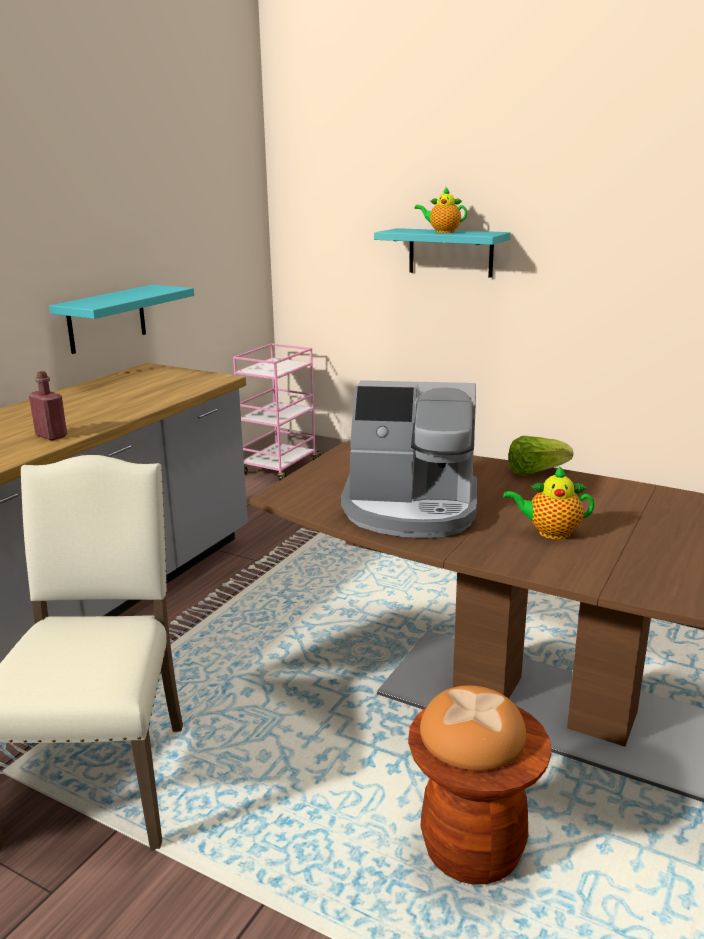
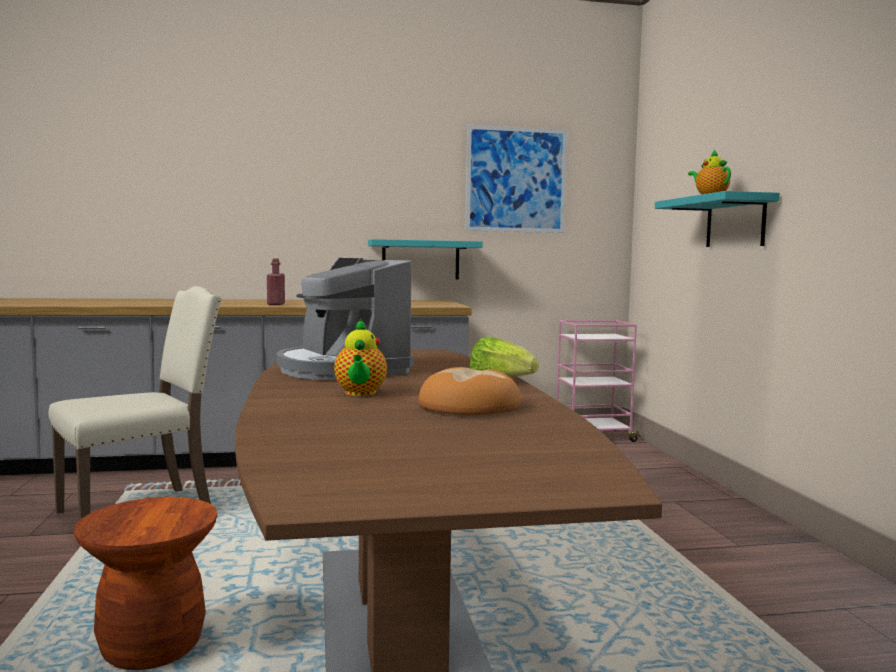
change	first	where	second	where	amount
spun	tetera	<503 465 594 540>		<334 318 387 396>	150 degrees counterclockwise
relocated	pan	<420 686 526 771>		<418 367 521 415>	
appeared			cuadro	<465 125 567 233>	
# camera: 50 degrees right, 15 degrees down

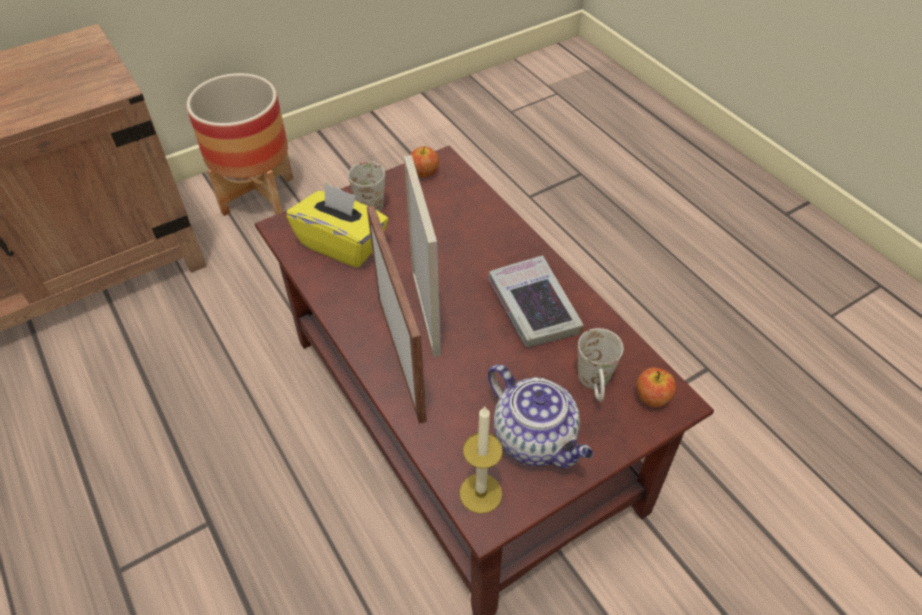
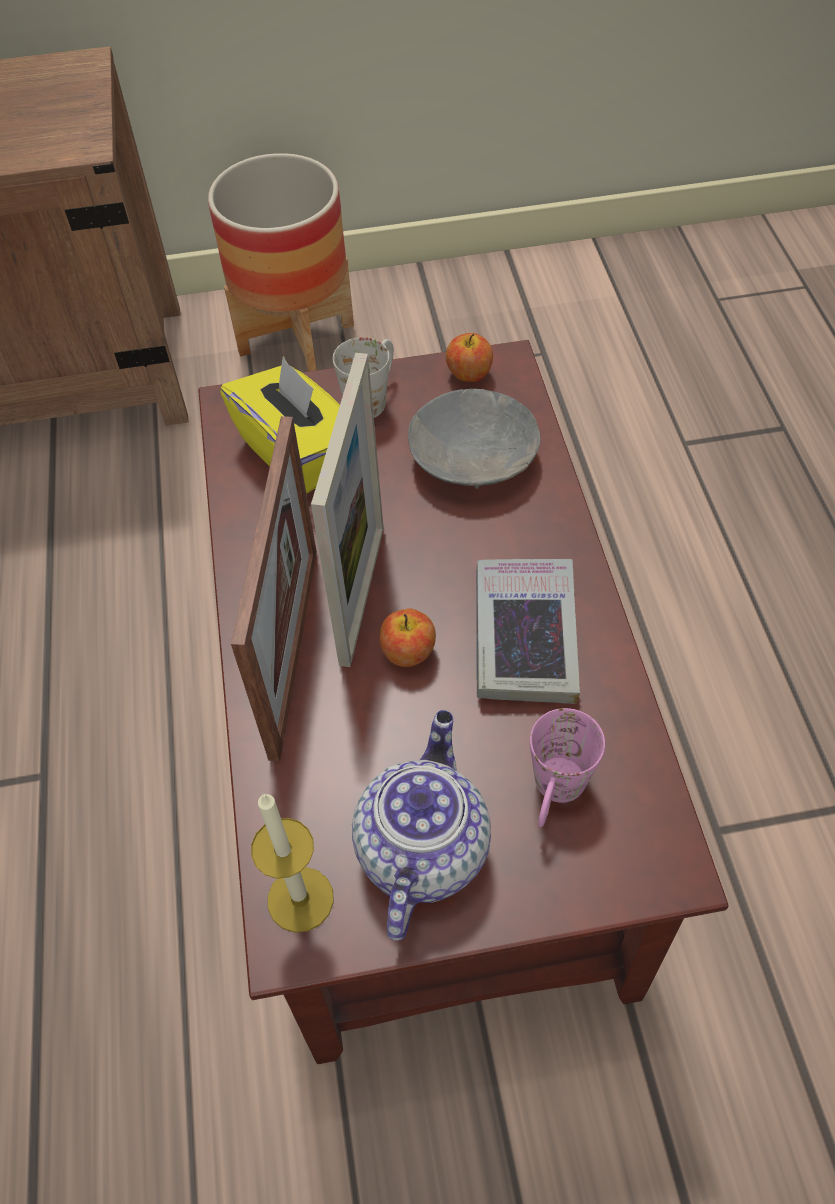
change	first	where	second	where	amount
colour	taza grande [blanco]	<578 328 624 402>	taza grande [rosa]	<530 708 605 827>	
spun	tetera	<488 364 593 468>		<352 710 491 941>	150 degrees counterclockwise
relocated	manzana	<637 368 676 407>		<380 608 436 667>	
appeared			cuenco [gris]	<408 389 541 489>	
# camera: 25 degrees right, 5 degrees up

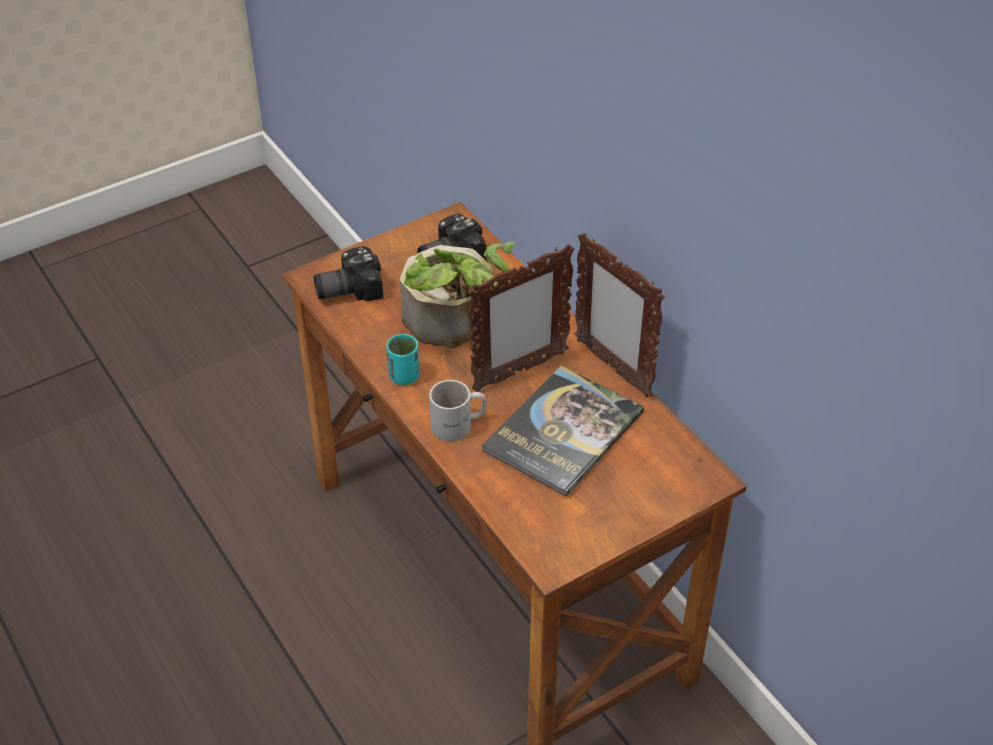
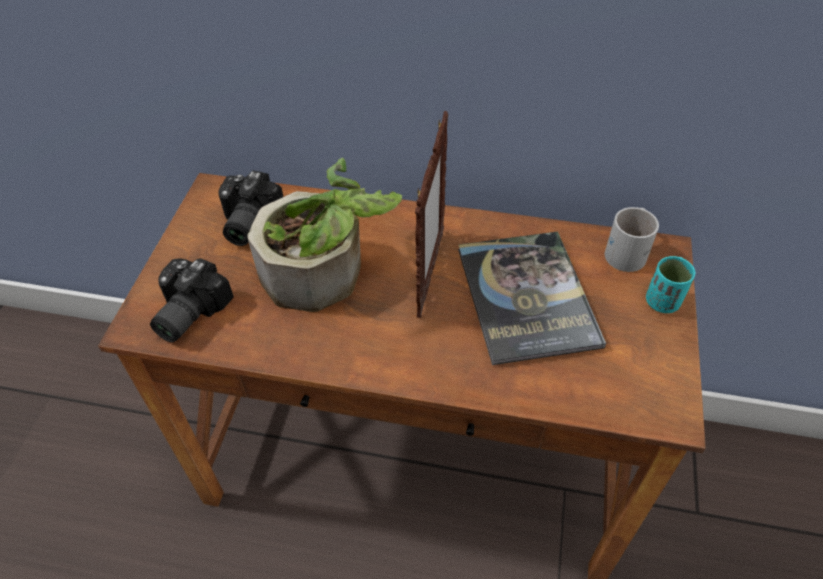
change	first	where	second	where	amount
missing	portarretratos	<575 233 665 397>			
relocated	taza [turquesa]	<386 334 420 385>		<646 256 695 313>	
relocated	taza grande [blanco]	<429 380 487 442>		<605 207 659 272>	
# camera: 45 degrees left, 5 degrees up

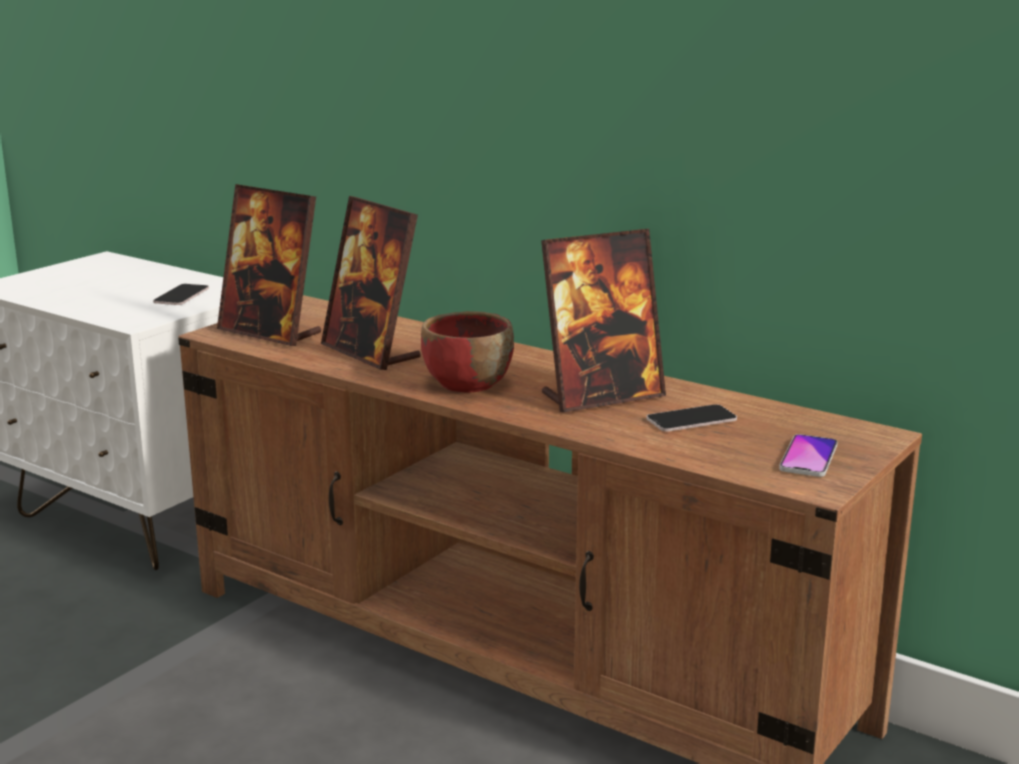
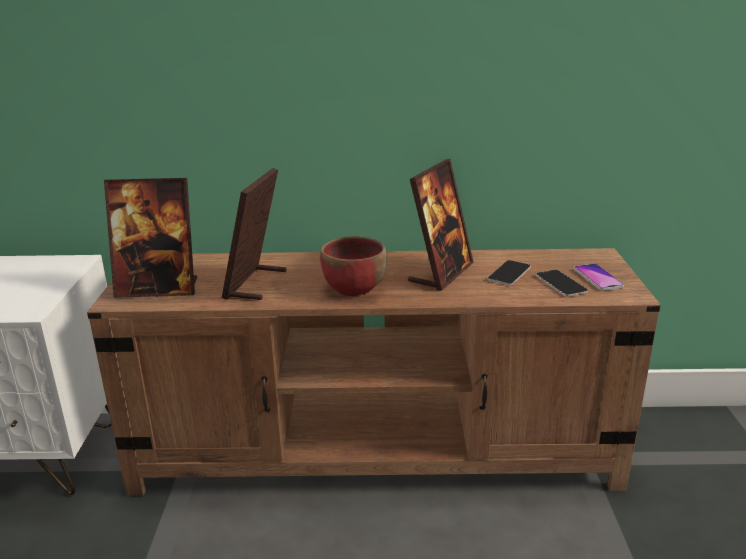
change	first	where	second	where	amount
spun	portarretratos	<321 196 421 370>		<222 168 286 300>	90 degrees clockwise
relocated	móvil	<153 284 209 305>		<536 269 588 297>	
# camera: 35 degrees left, 5 degrees up

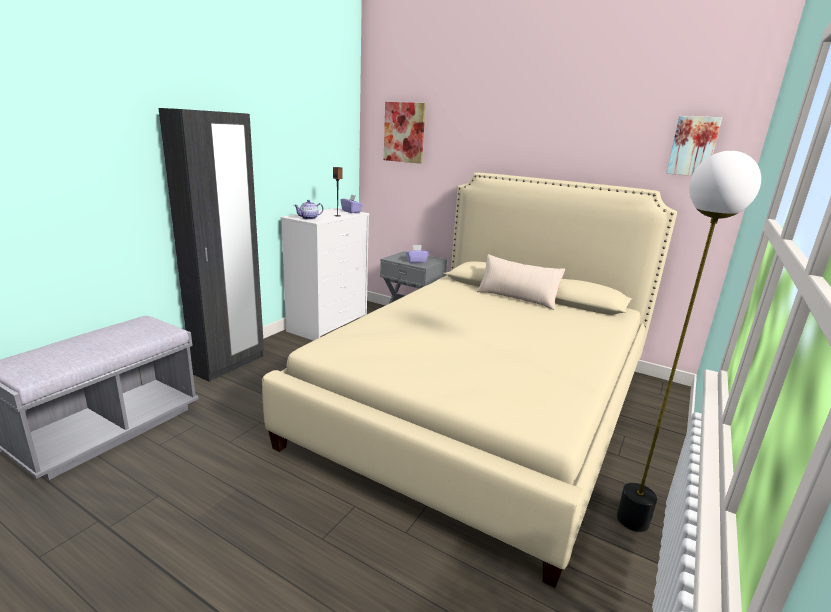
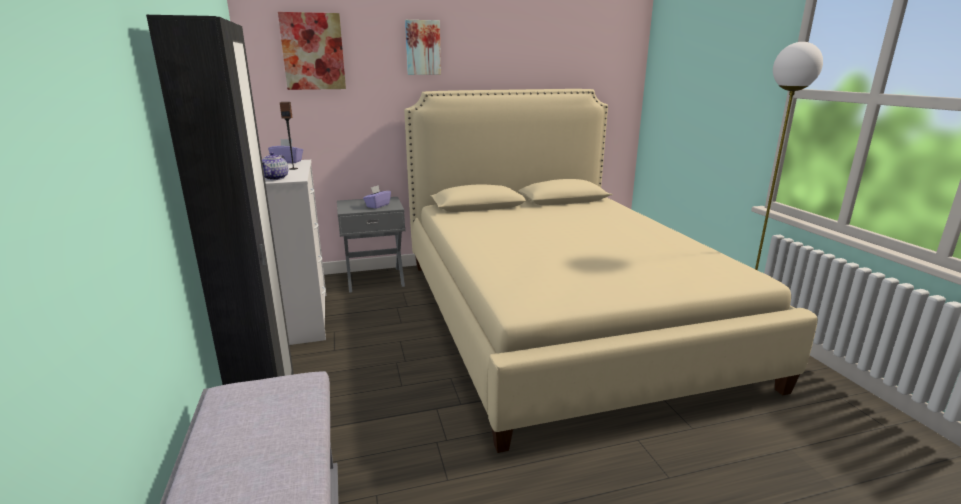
change	first	where	second	where	amount
relocated	cuadro	<666 116 722 176>		<405 20 441 75>	
missing	cojín [beis]	<477 254 565 310>			
# camera: 45 degrees left, 0 degrees up

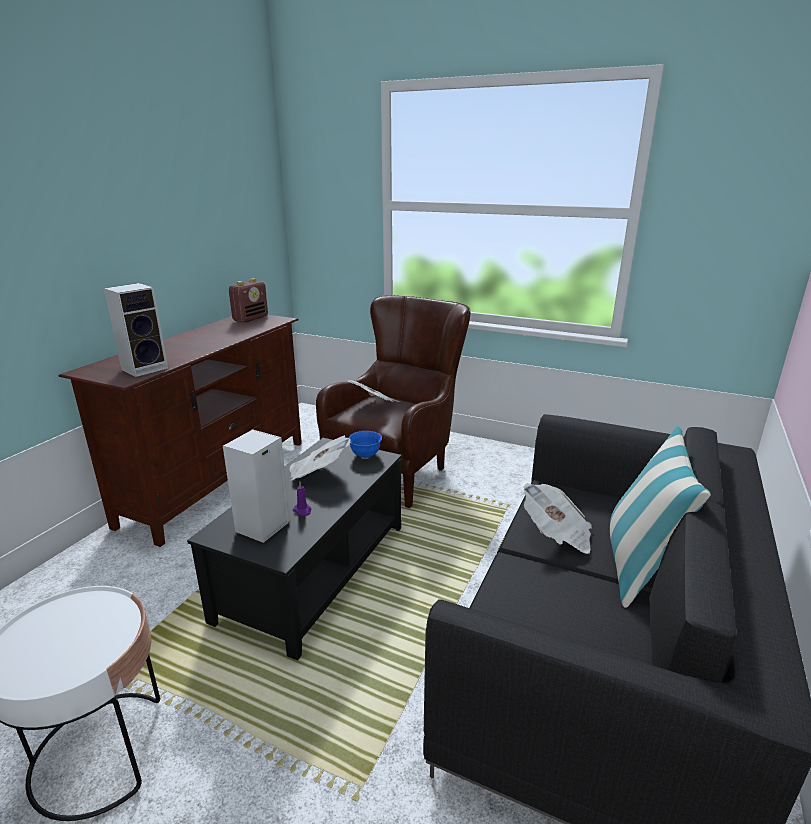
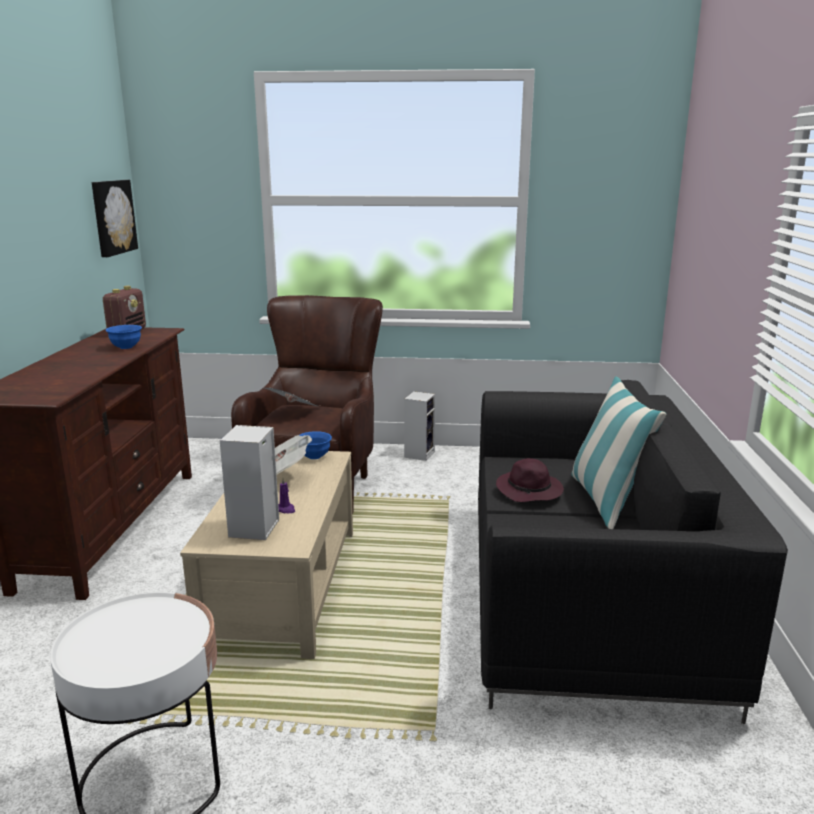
change	first	where	second	where	amount
relocated	altavoz	<104 283 168 377>		<404 391 436 461>	
colour	mesa de centro [negro]	<187 438 402 660>	mesa de centro [beis]	<180 451 353 659>	
exchanged	periódico	<523 483 592 554>	sombrero [morado]	<496 458 564 502>	
appeared			cuadro	<92 180 138 257>	
appeared			cuenco [azul]	<106 325 142 349>	
# camera: 20 degrees left, 5 degrees down

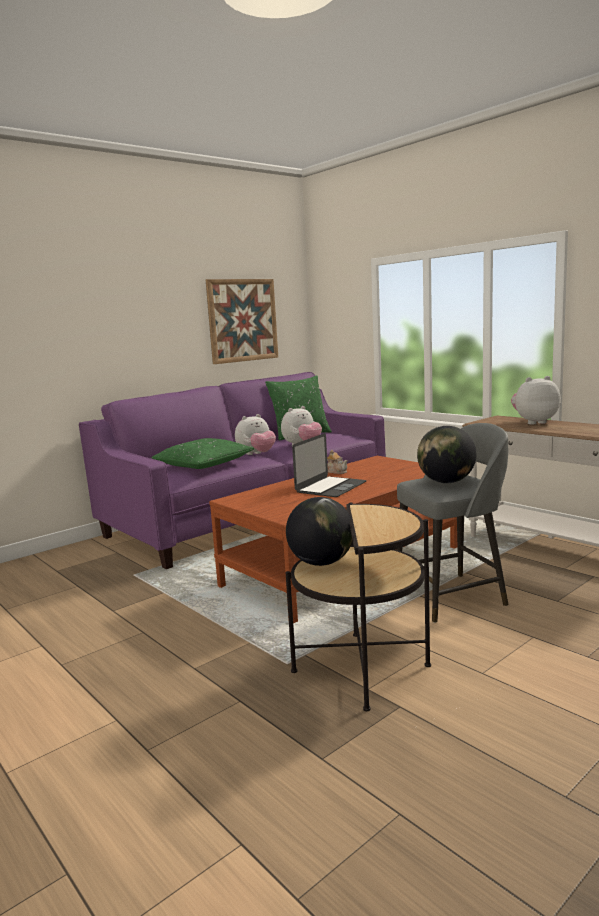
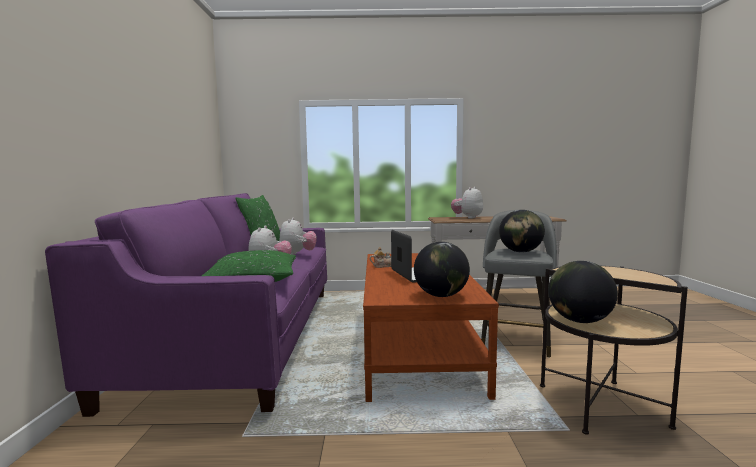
change	first	where	second	where	amount
missing	cuadro	<206 279 278 364>			
appeared			globo terráqueo	<414 242 470 297>	
# camera: 50 degrees left, 5 degrees down

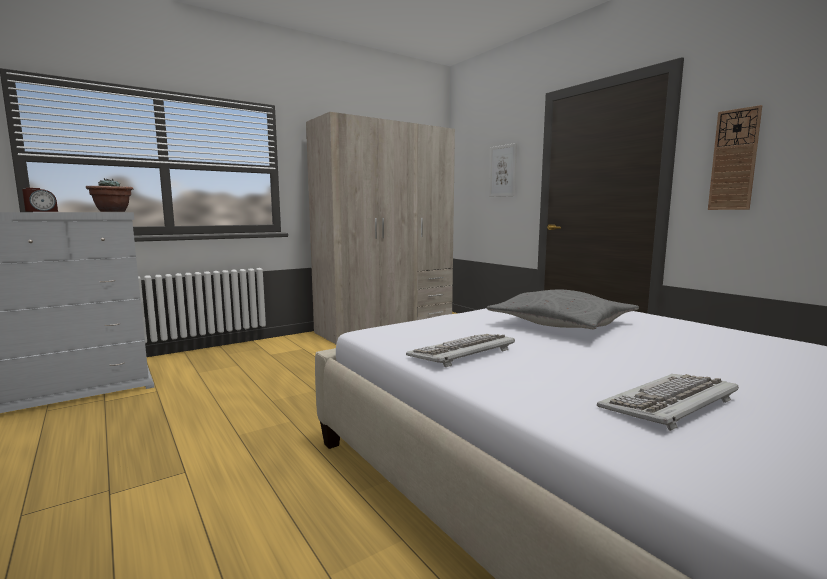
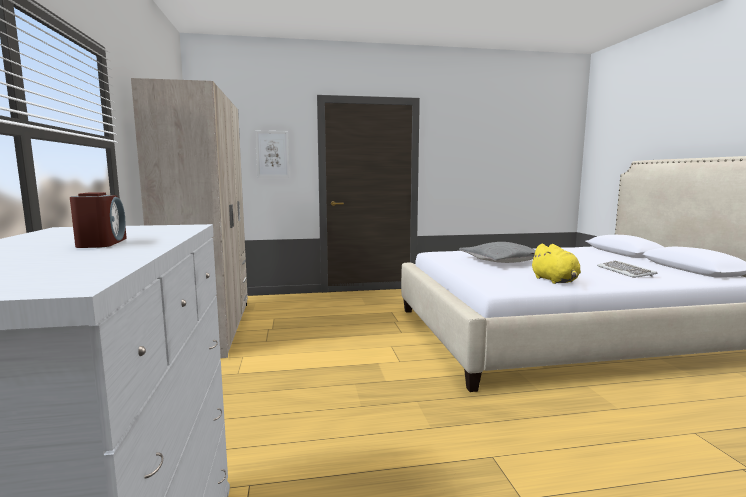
change	first	where	second	where	amount
missing	reloj de pared	<708 105 762 210>			
missing	planta en maceta	<86 178 133 212>			
exchanged	teclado	<406 334 515 367>	peluche [amarillo]	<530 244 581 284>	
# camera: 65 degrees left, 0 degrees up

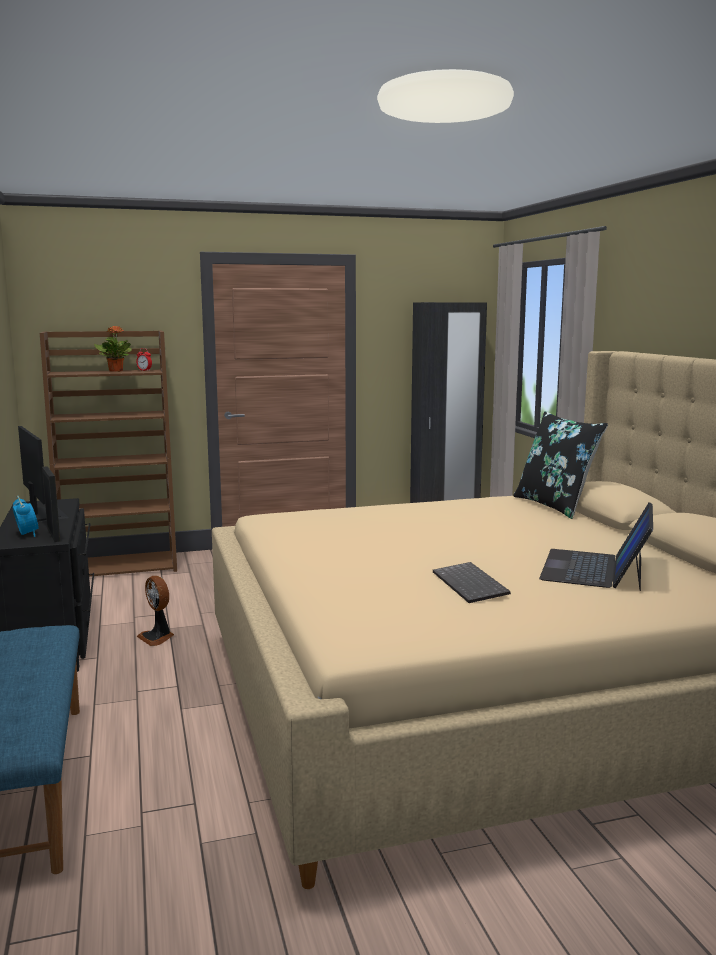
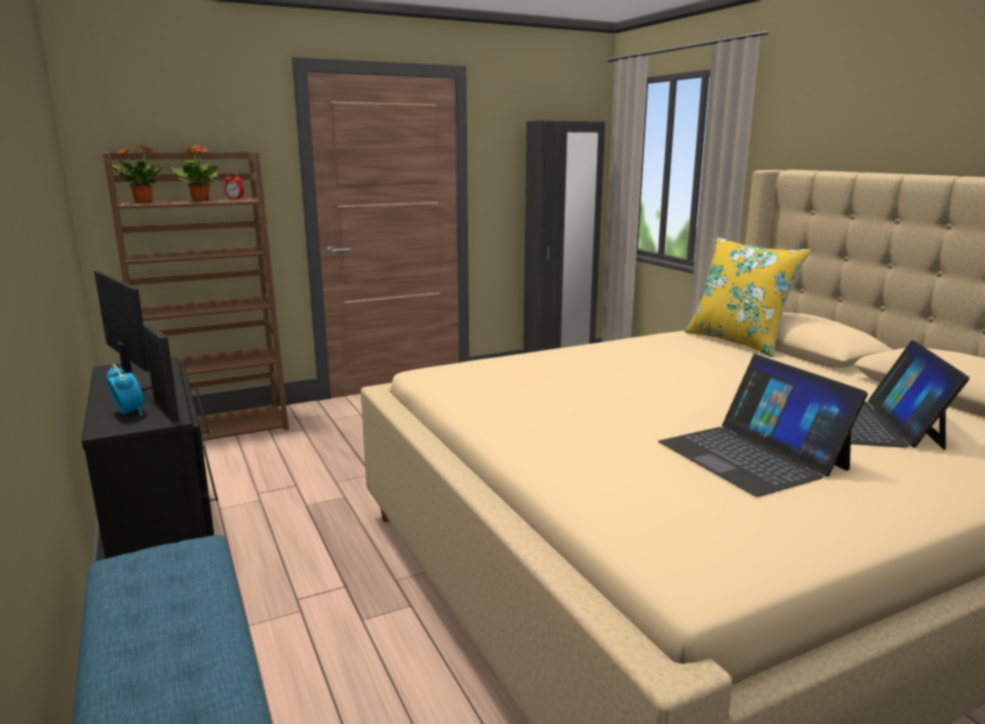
change	first	where	second	where	amount
colour	cojín [negro]	<513 411 608 519>	cojín [amarillo]	<685 237 811 357>	
exchanged	teclado	<433 562 511 603>	portátil	<658 354 868 497>	
missing	ventilador	<137 576 174 646>			
appeared			planta en maceta	<111 145 166 203>	
# camera: 10 degrees left, 5 degrees up

